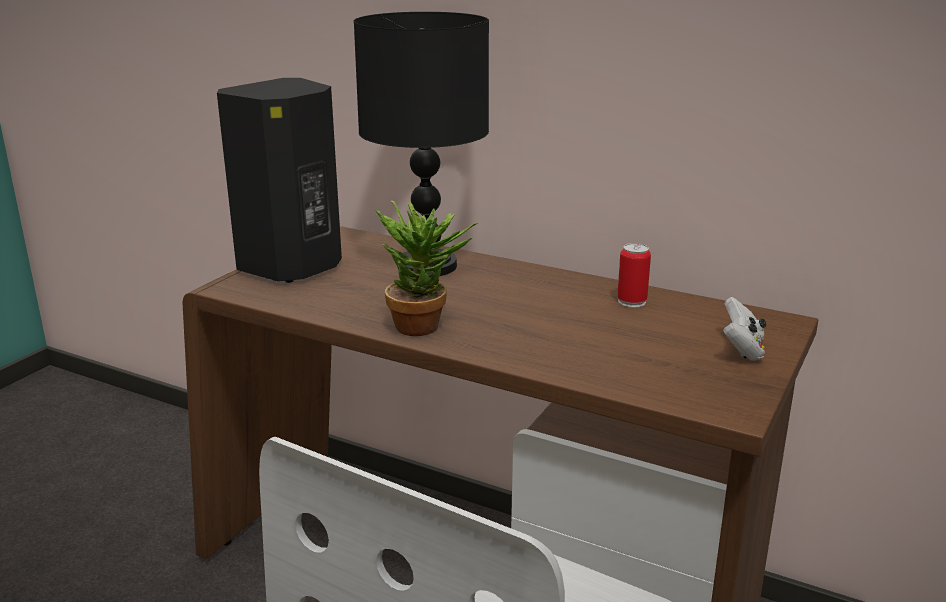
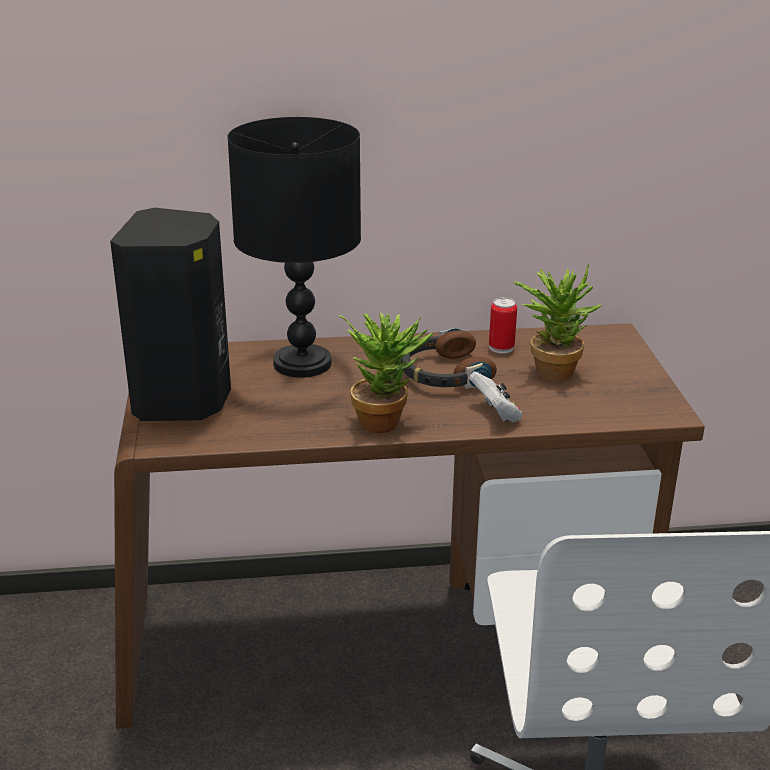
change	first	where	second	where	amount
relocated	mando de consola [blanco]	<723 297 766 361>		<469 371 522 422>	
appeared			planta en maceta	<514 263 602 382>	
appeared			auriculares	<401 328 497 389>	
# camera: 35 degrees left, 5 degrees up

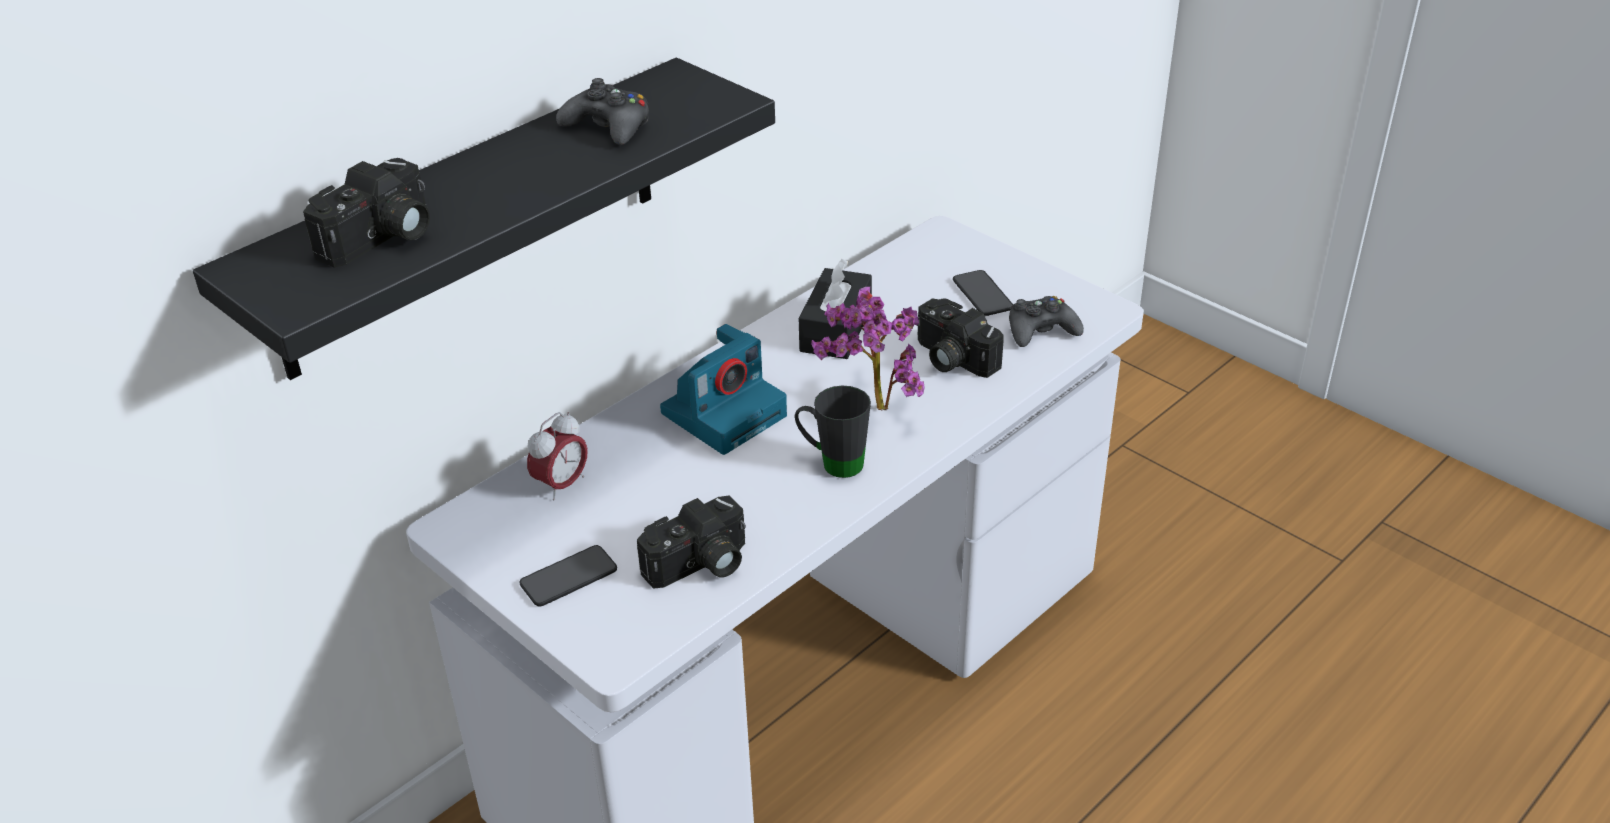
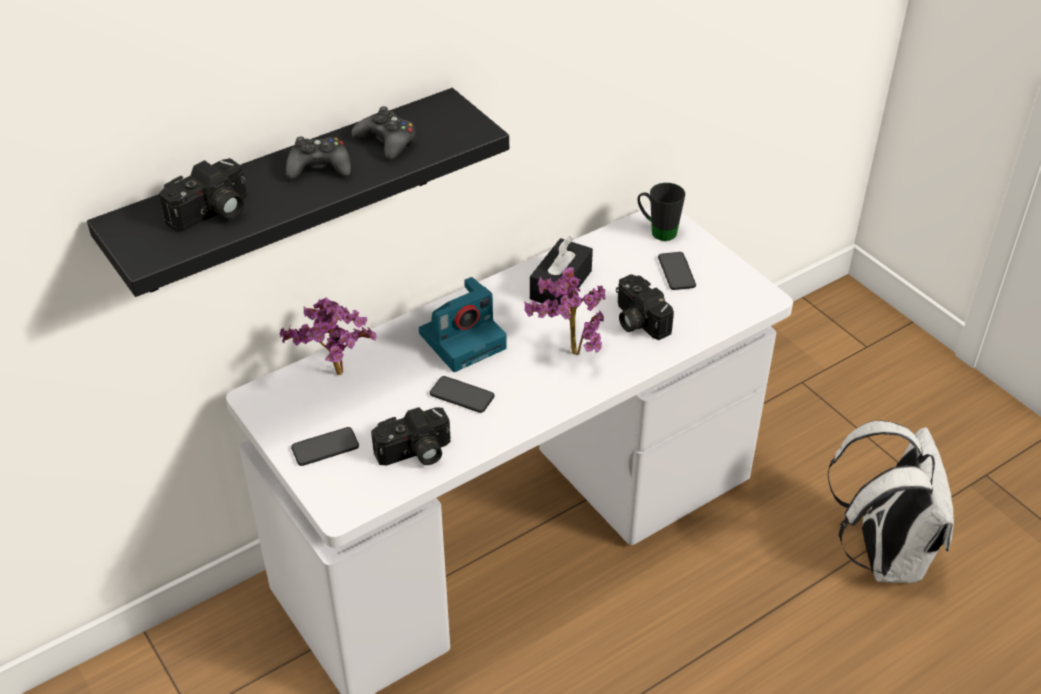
change	first	where	second	where	amount
relocated	mando de consola [negro]	<1009 296 1084 347>		<286 137 351 179>	
relocated	taza grande [negro]	<795 386 871 478>		<638 183 685 241>	
exchanged	despertador	<527 412 588 500>	planta en maceta	<280 297 377 375>	
appeared			móvil	<430 376 495 413>	
appeared			mochila [blanco]	<827 420 954 583>	
# camera: 10 degrees right, 5 degrees up

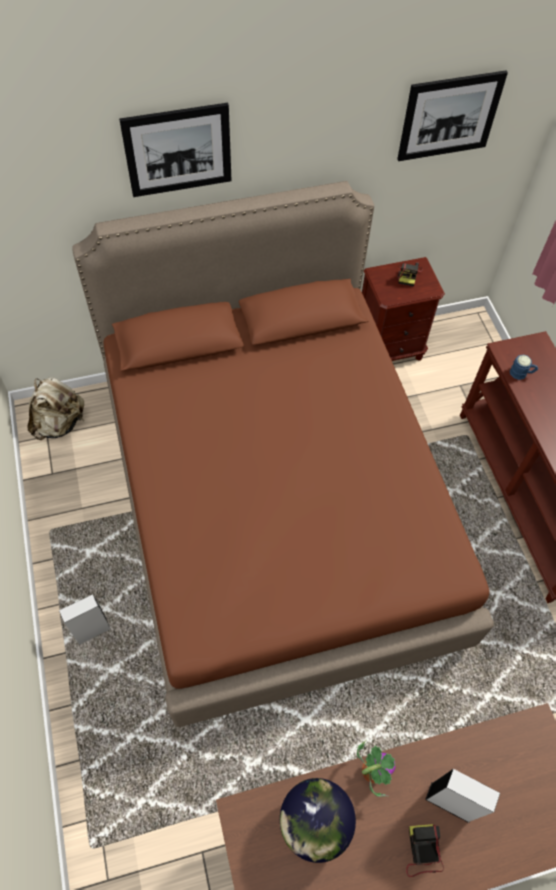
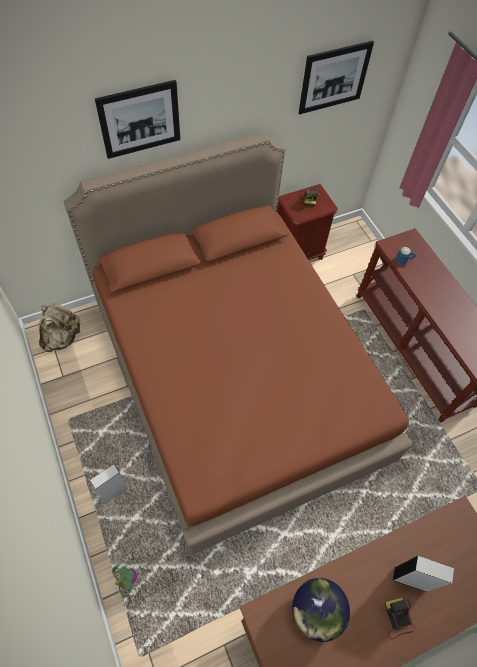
change	first	where	second	where	amount
relocated	planta en maceta	<357 740 396 797>		<112 562 137 597>	
# camera: 10 degrees left, 0 degrees up

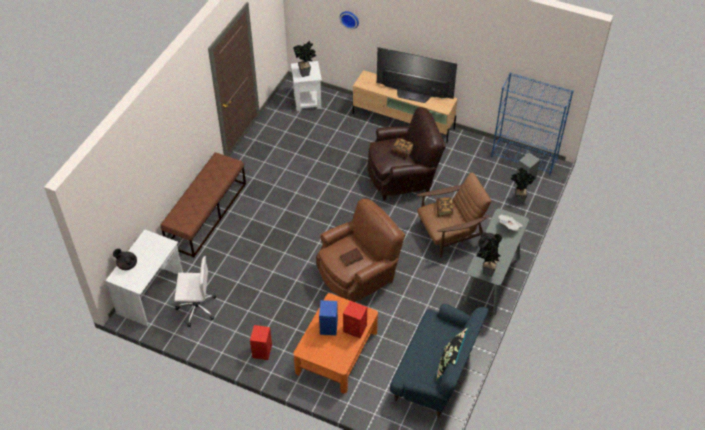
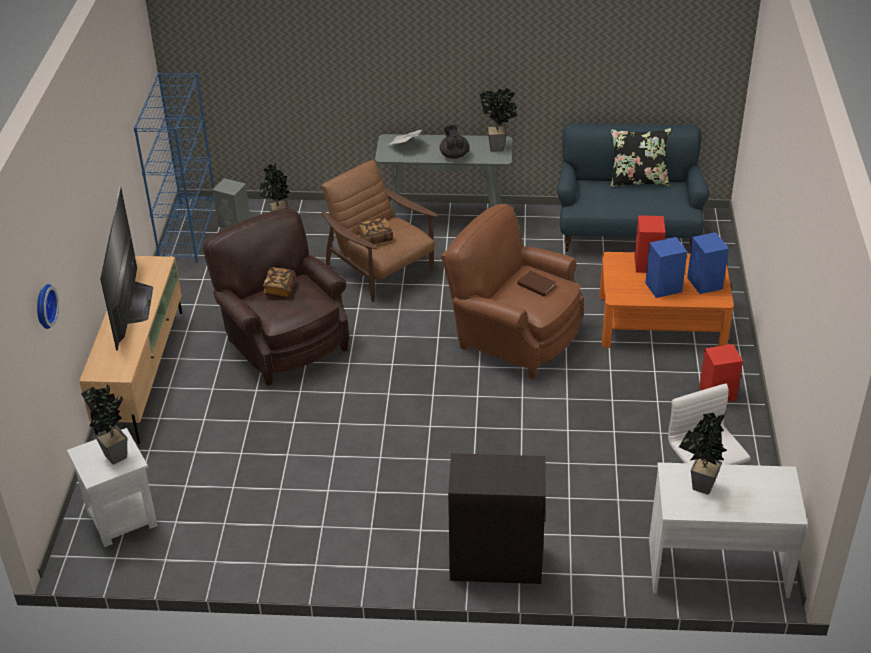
change	first	where	second	where	amount
exchanged	banco [marrón]	<160 152 246 257>	armario [negro]	<448 453 546 584>	
missing	tetera [negro]	<113 249 137 270>			
appeared			altavoz [azul]	<687 232 729 294>	
appeared			planta en maceta	<679 413 727 495>	
# camera: 110 degrees left, 10 degrees down

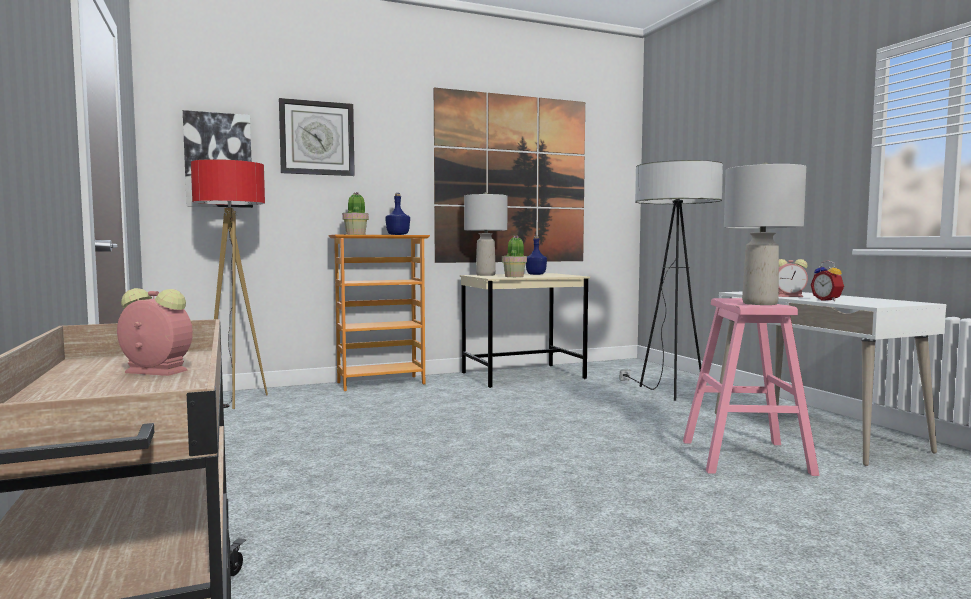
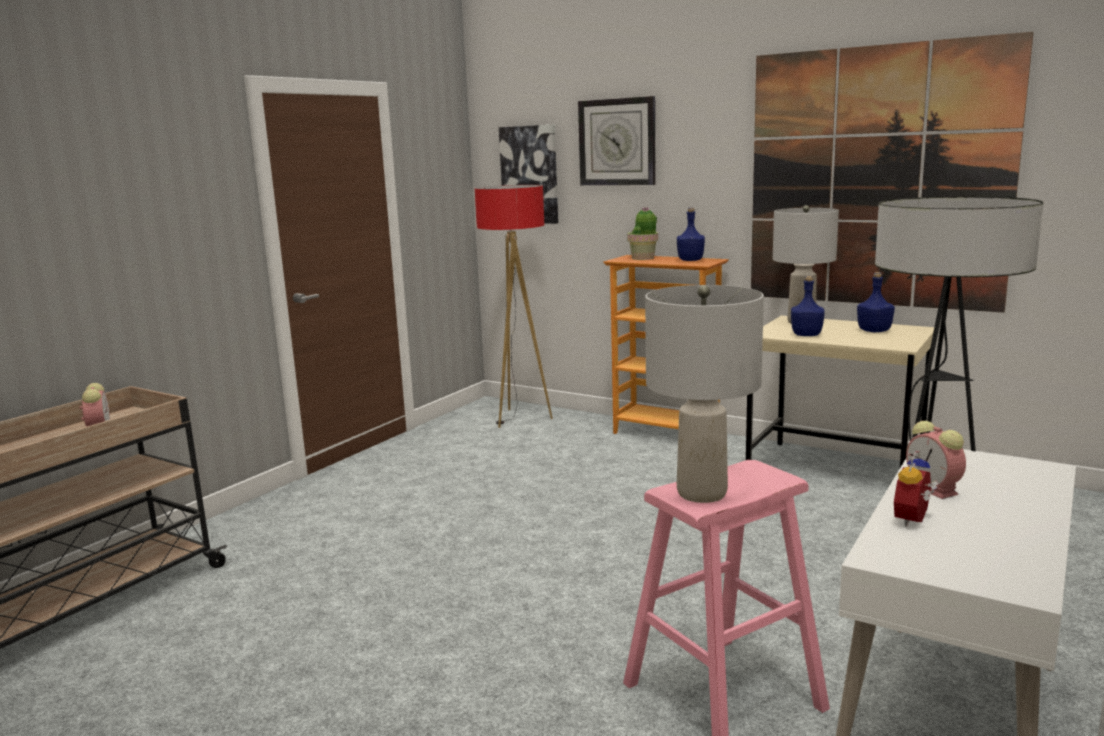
change	first	where	second	where	amount
exchanged	planta en maceta	<502 235 527 277>	botella [azul]	<791 276 825 336>	
# camera: 55 degrees right, 10 degrees up

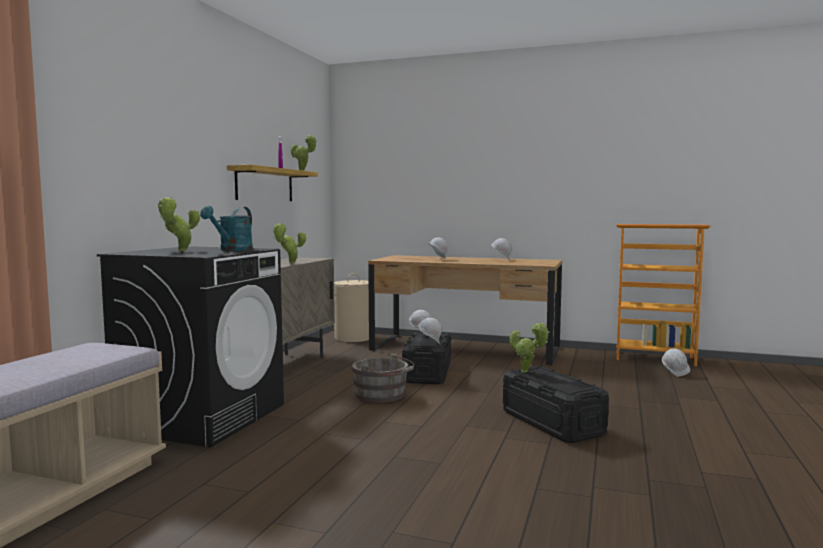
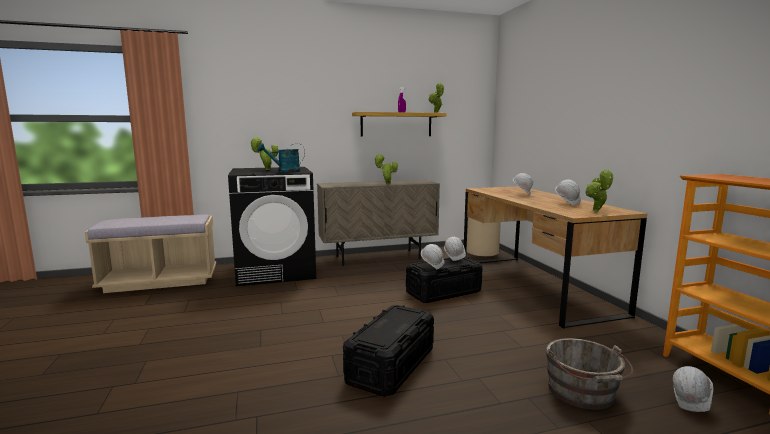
change	first	where	second	where	amount
relocated	planta en maceta	<510 322 550 373>		<585 169 613 212>	
relocated	cubo [gris]	<351 354 414 403>		<546 338 633 410>	
# camera: 55 degrees right, 5 degrees up

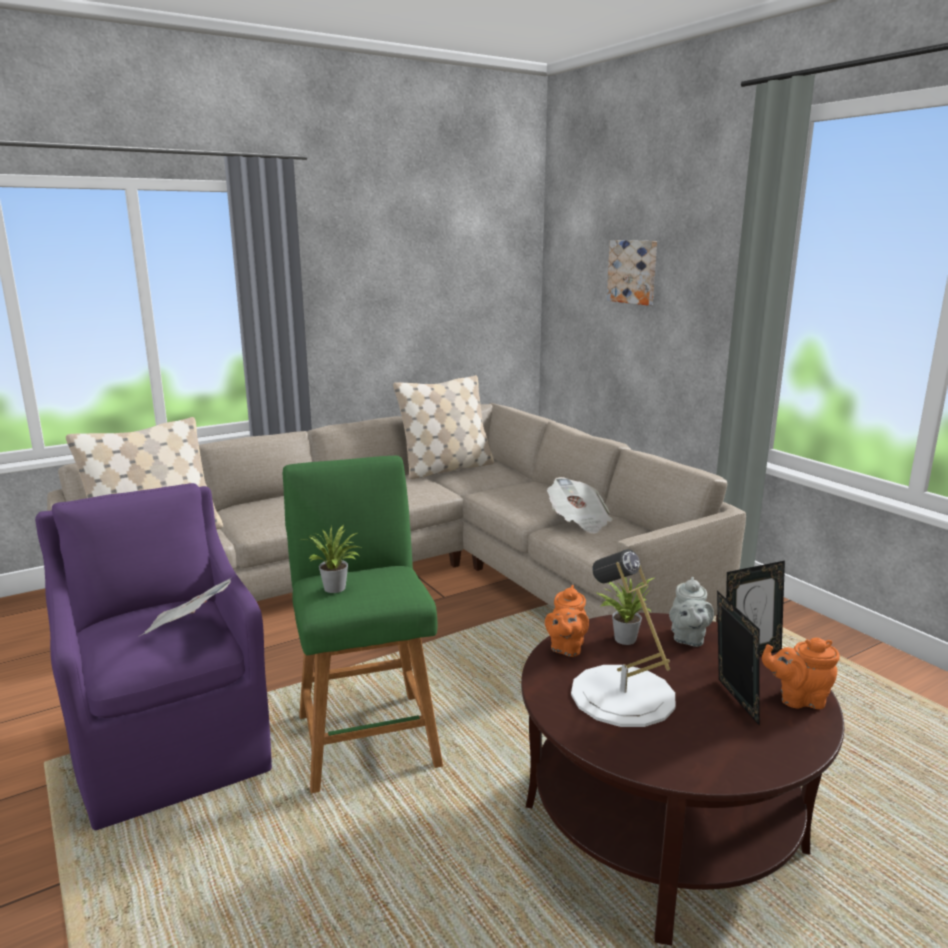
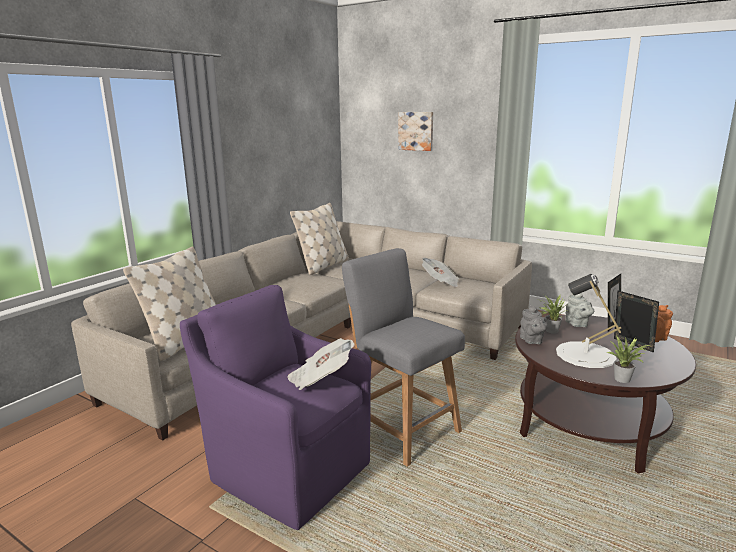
change	first	where	second	where	amount
colour	taburete [verde]	<283 456 443 793>	taburete [gris]	<342 248 465 466>	
relocated	planta en maceta	<302 525 361 593>		<607 336 650 383>	
colour	tetera [naranja]	<545 585 589 657>	tetera [gris]	<520 305 548 344>	
# camera: 25 degrees left, 0 degrees up

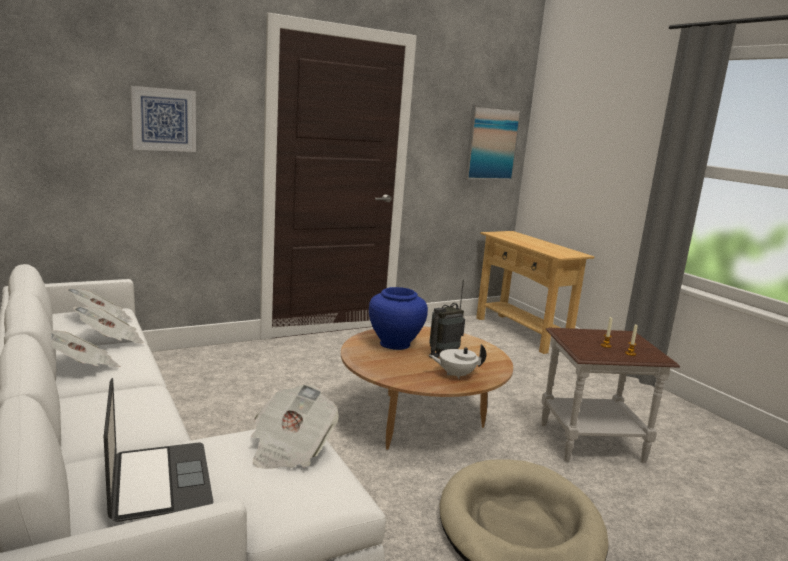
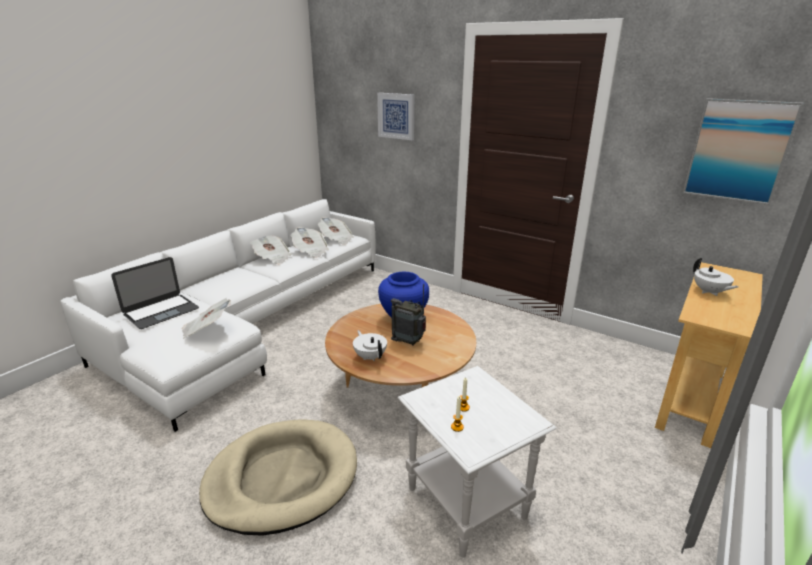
change	first	where	second	where	amount
colour	mesa auxiliar [marrón]	<541 328 680 463>	mesa auxiliar [blanco]	<398 366 557 558>	
appeared			tetera [blanco]	<693 258 739 296>	
# camera: 65 degrees right, 10 degrees up

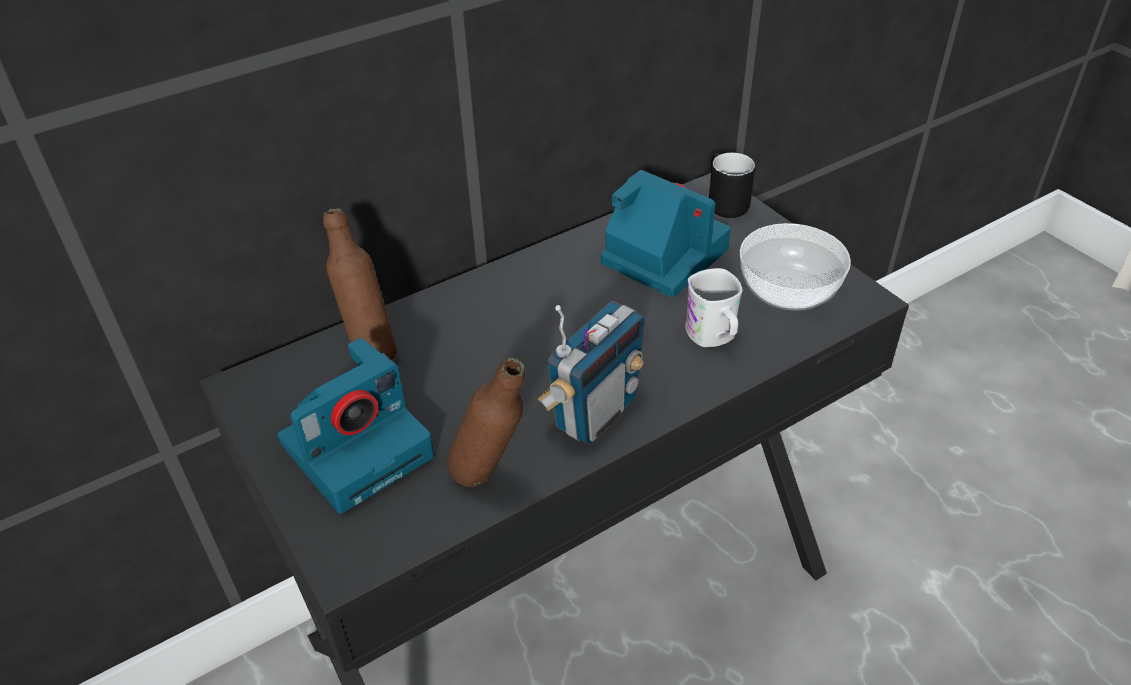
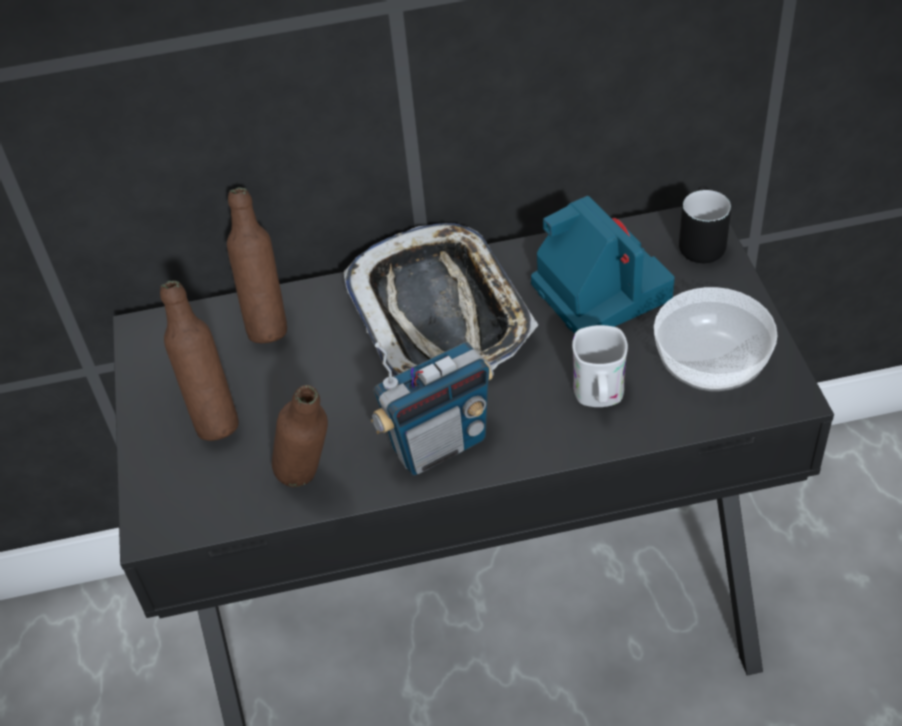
change	first	where	second	where	amount
exchanged	cámara	<277 338 434 514>	botella [marrón]	<160 281 239 441>	
appeared			bandeja	<344 223 538 377>	
# camera: 25 degrees right, 5 degrees up

